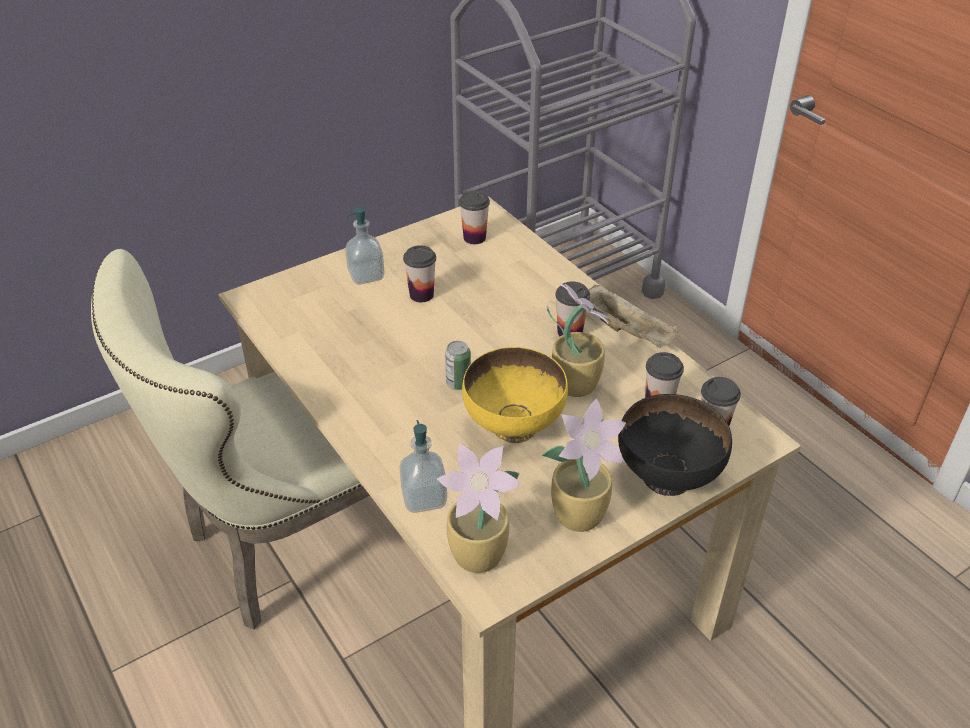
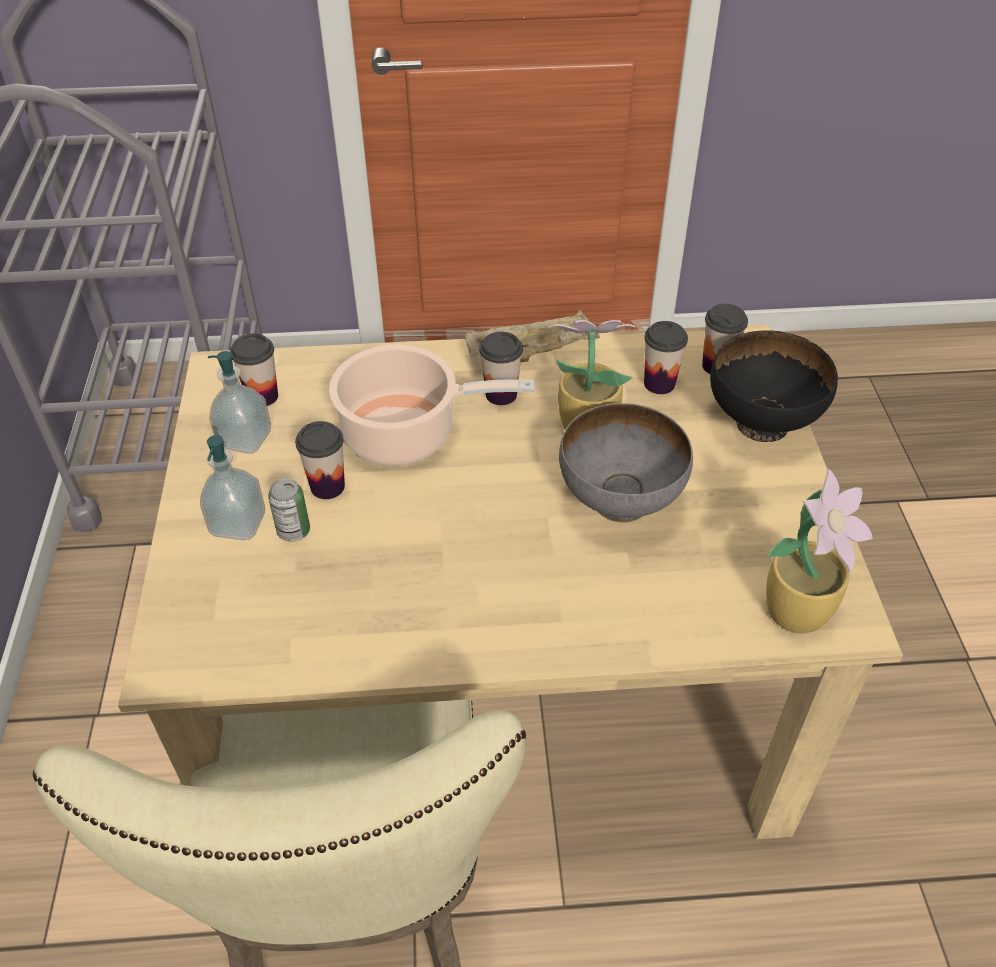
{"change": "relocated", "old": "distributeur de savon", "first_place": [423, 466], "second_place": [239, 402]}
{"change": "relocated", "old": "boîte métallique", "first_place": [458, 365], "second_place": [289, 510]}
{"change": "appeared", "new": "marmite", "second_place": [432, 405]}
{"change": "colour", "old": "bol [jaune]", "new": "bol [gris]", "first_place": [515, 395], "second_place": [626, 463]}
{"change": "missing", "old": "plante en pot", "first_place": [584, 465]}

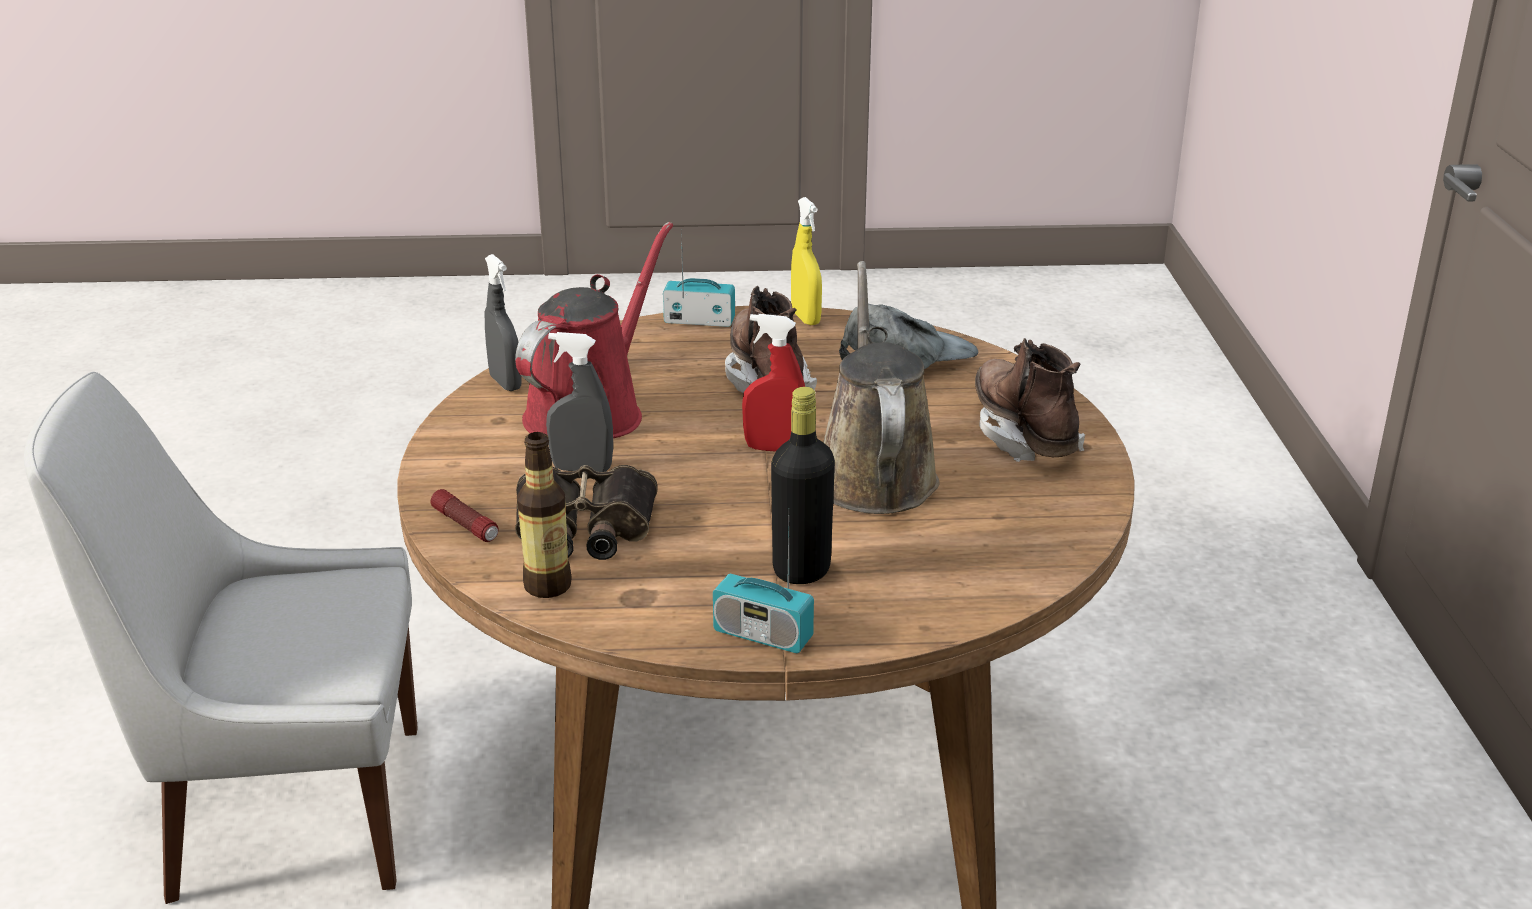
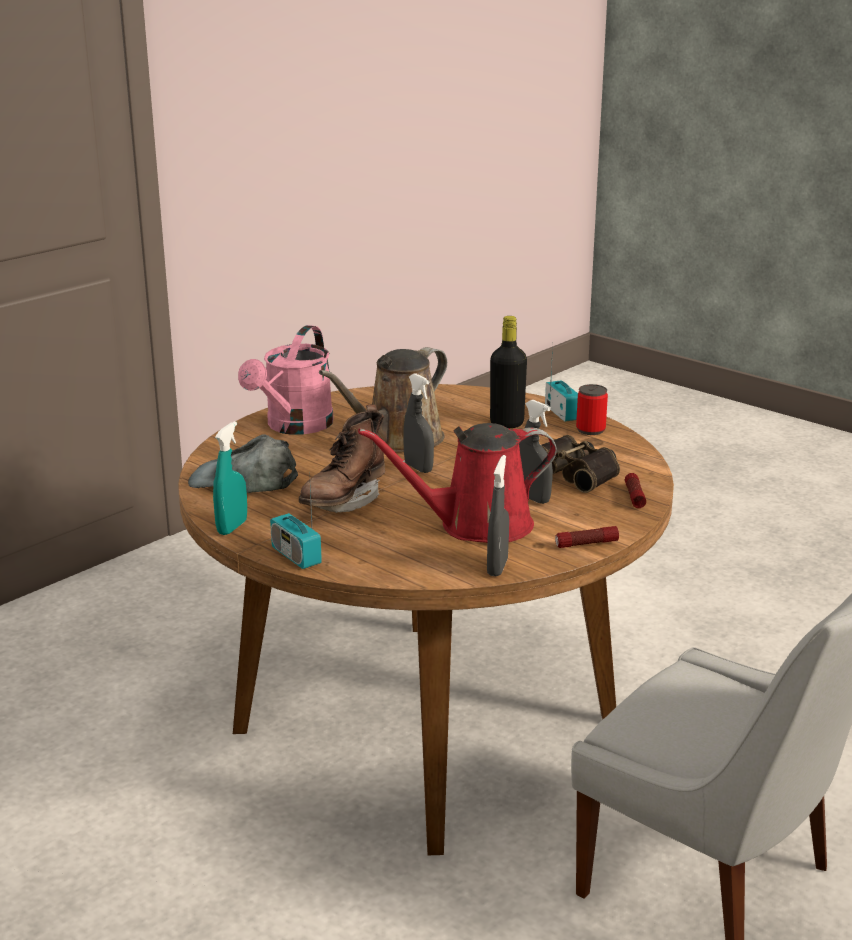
{"change": "colour", "old": "vaporisateur [jaune]", "new": "vaporisateur [turquoise]", "first_place": [806, 261], "second_place": [230, 478]}
{"change": "exchanged", "old": "botte [marron]", "new": "arrosoir [rose]", "first_place": [1030, 400], "second_place": [286, 379]}
{"change": "colour", "old": "vaporisateur [rouge]", "new": "vaporisateur [gris]", "first_place": [773, 383], "second_place": [418, 423]}
{"change": "appeared", "new": "lampe de poche", "second_place": [587, 537]}
{"change": "appeared", "new": "boîte métallique", "second_place": [592, 409]}
{"change": "missing", "old": "bouteille", "first_place": [544, 515]}

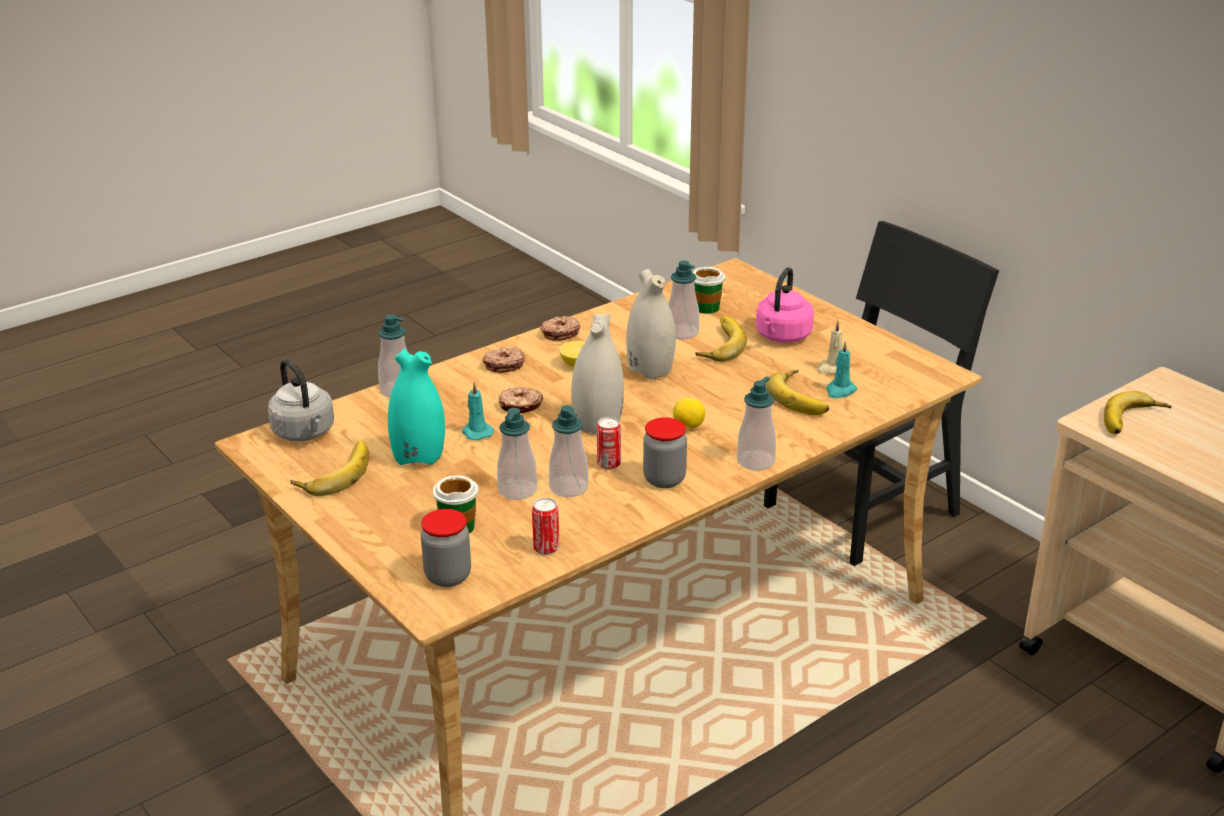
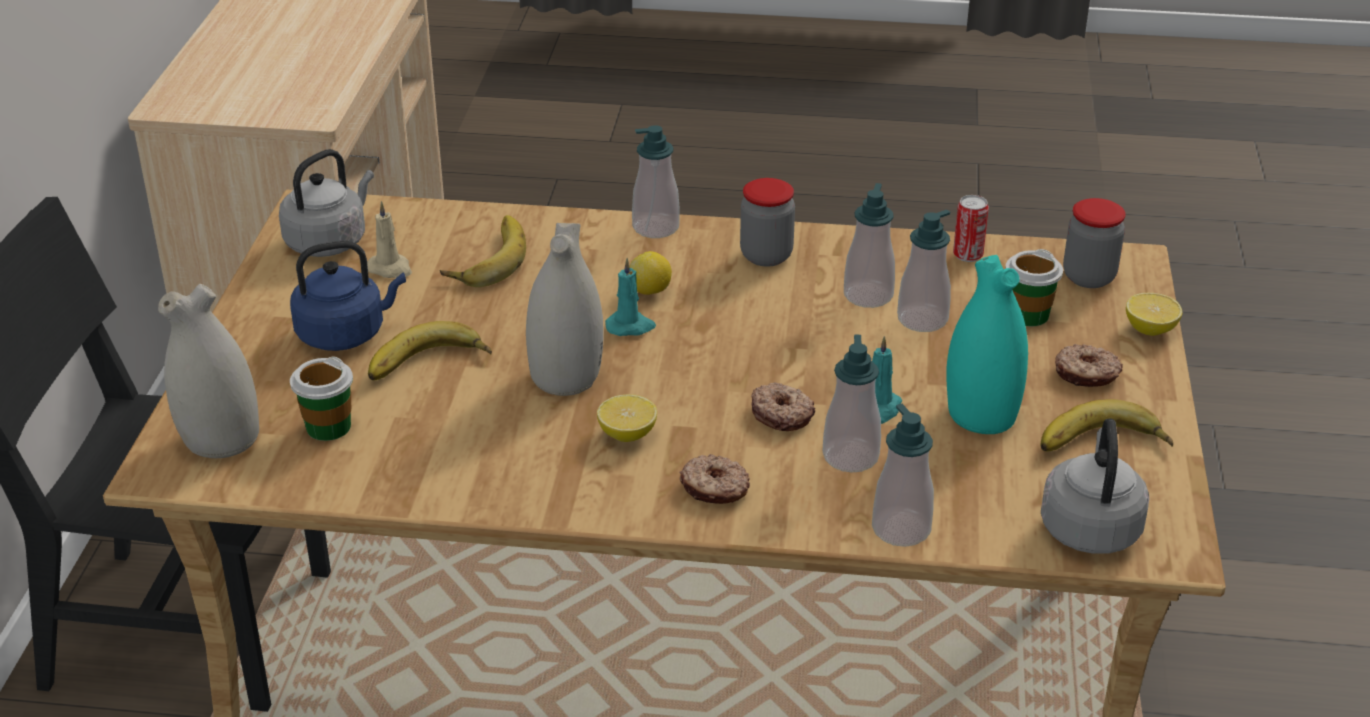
{"change": "relocated", "old": "vase [blanc]", "first_place": [597, 374], "second_place": [208, 371]}
{"change": "appeared", "new": "bouilloire [gris]", "second_place": [326, 203]}
{"change": "colour", "old": "bouilloire [rose]", "new": "bouilloire [bleu]", "first_place": [785, 305], "second_place": [348, 295]}
{"change": "relocated", "old": "bougie [turquoise]", "first_place": [841, 369], "second_place": [630, 297]}
{"change": "relocated", "old": "distributeur de savon", "first_place": [683, 300], "second_place": [852, 403]}
{"change": "relocated", "old": "beignet", "first_place": [560, 328], "second_place": [1089, 365]}
{"change": "appeared", "new": "citron", "second_place": [1154, 314]}
{"change": "missing", "old": "boîte métallique", "first_place": [609, 443]}
{"change": "missing", "old": "banane", "first_place": [1138, 412]}

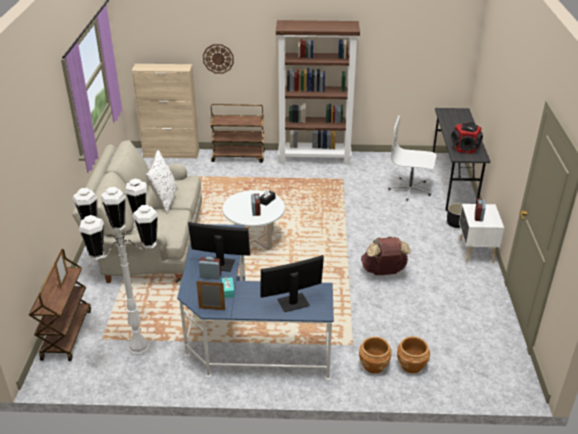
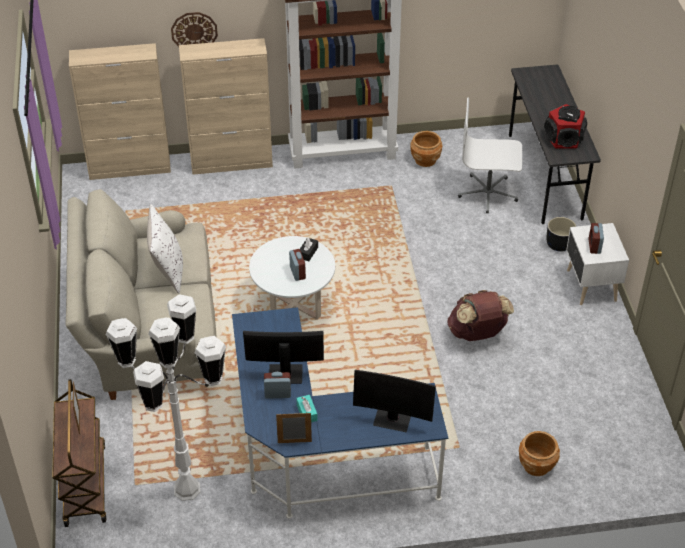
{"change": "exchanged", "old": "chariot [marron]", "new": "meuble de rangement [beige]", "first_place": [237, 133], "second_place": [226, 106]}
{"change": "spun", "old": "écran d'ordinateur", "first_place": [292, 283], "second_place": [394, 401], "degrees": -135}
{"change": "relocated", "old": "cache-pot [marron]", "first_place": [375, 355], "second_place": [426, 149]}

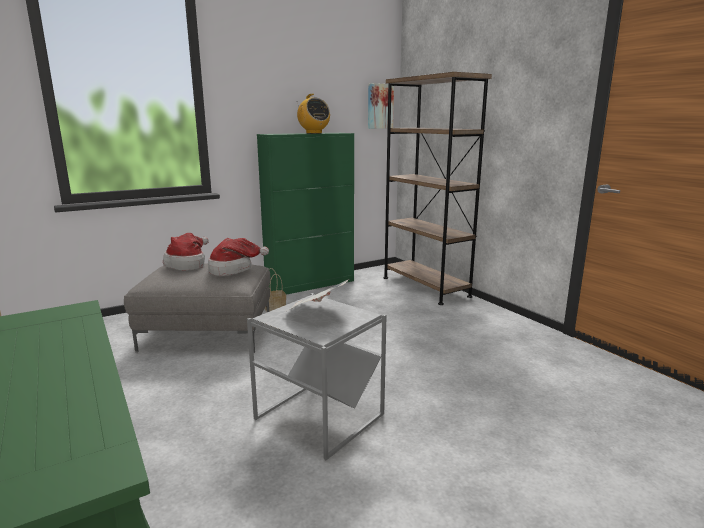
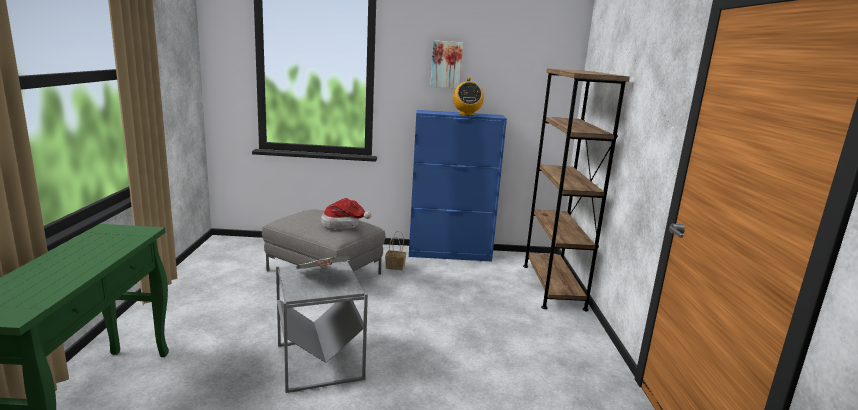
{"change": "colour", "old": "meuble de rangement [vert]", "new": "meuble de rangement [bleu]", "first_place": [305, 214], "second_place": [458, 186]}
{"change": "relocated", "old": "tableau", "first_place": [381, 106], "second_place": [446, 64]}
{"change": "missing", "old": "chapeau", "first_place": [186, 252]}

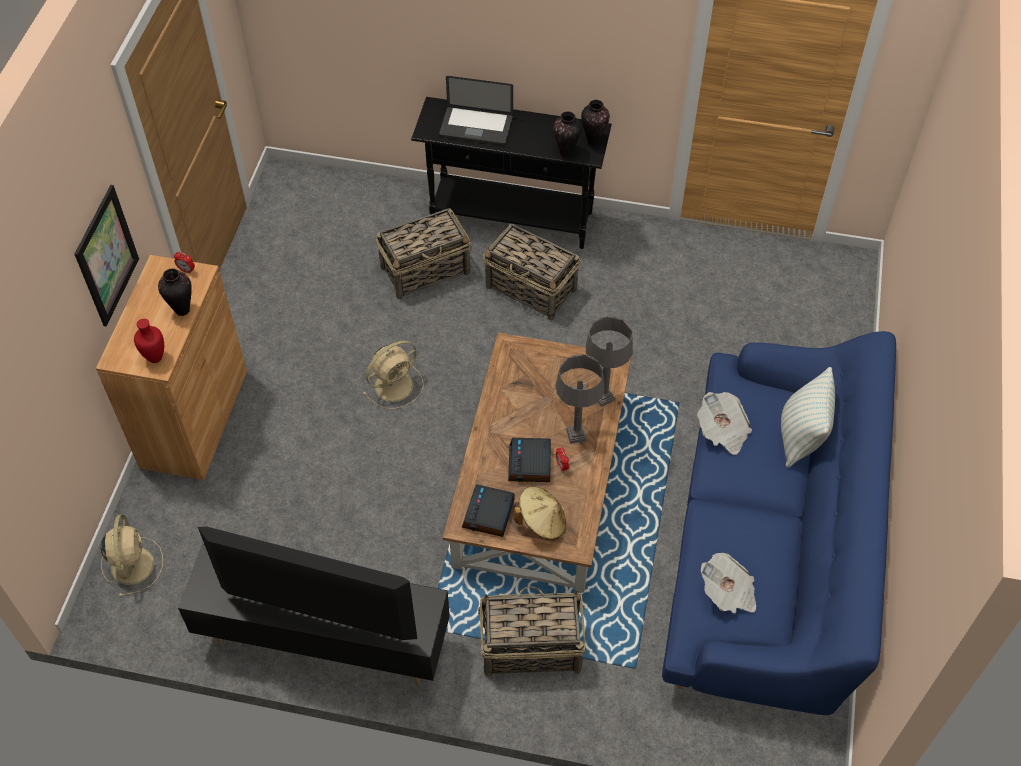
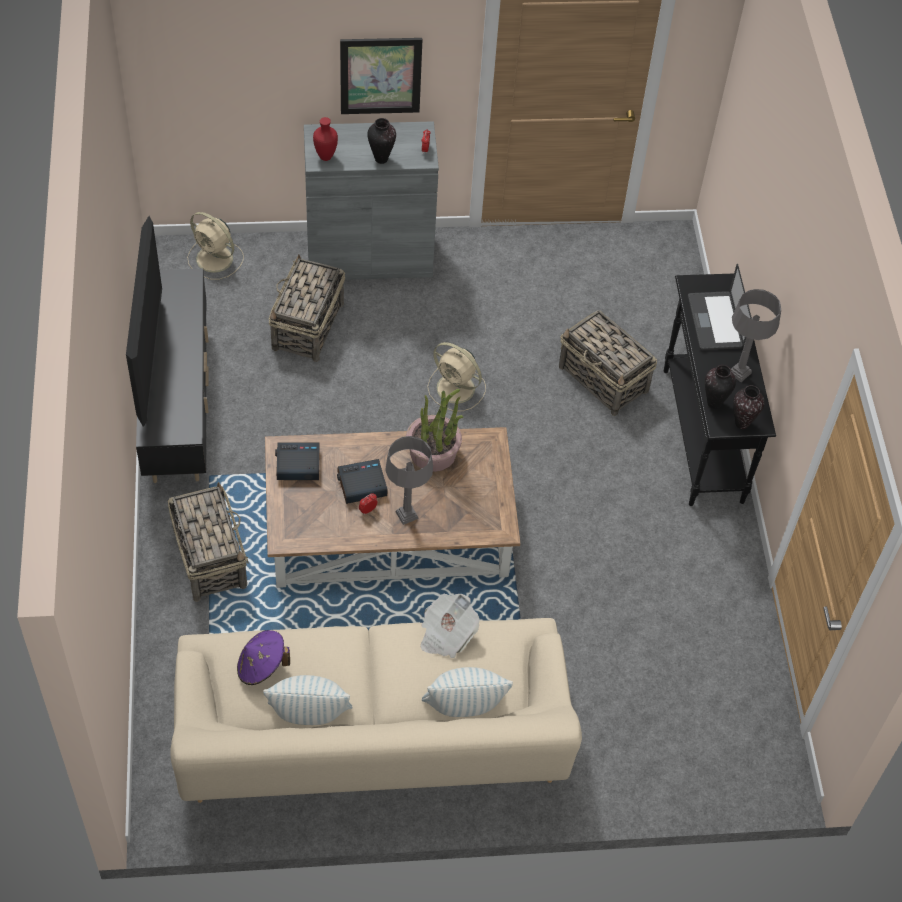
{"change": "colour", "old": "canapé [bleu]", "new": "canapé [beige]", "first_place": [779, 523], "second_place": [376, 710]}
{"change": "spun", "old": "ventilateur [beige]", "first_place": [132, 555], "second_place": [215, 246], "degrees": 60}
{"change": "exchanged", "old": "journal", "new": "chapeau [violet]", "first_place": [728, 583], "second_place": [263, 657]}
{"change": "appeared", "new": "coussin", "second_place": [308, 700]}
{"change": "relocated", "old": "panier", "first_place": [531, 272], "second_place": [307, 308]}
{"change": "colour", "old": "meuble de rangement [marron]", "new": "meuble de rangement [gris]", "first_place": [171, 367], "second_place": [371, 200]}
{"change": "appeared", "new": "plante en pot", "second_place": [434, 430]}
{"change": "relocated", "old": "lampe de table [gris]", "first_place": [609, 361], "second_place": [756, 335]}
{"change": "missing", "old": "chapeau [beige]", "first_place": [540, 513]}

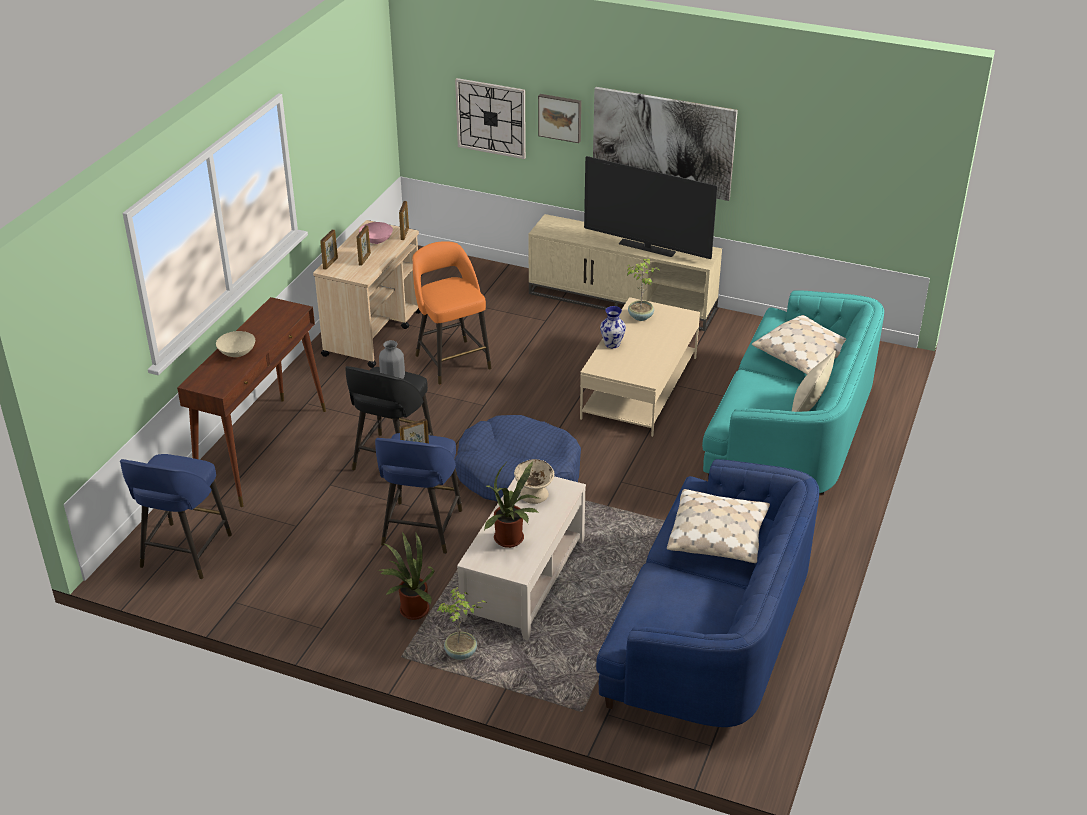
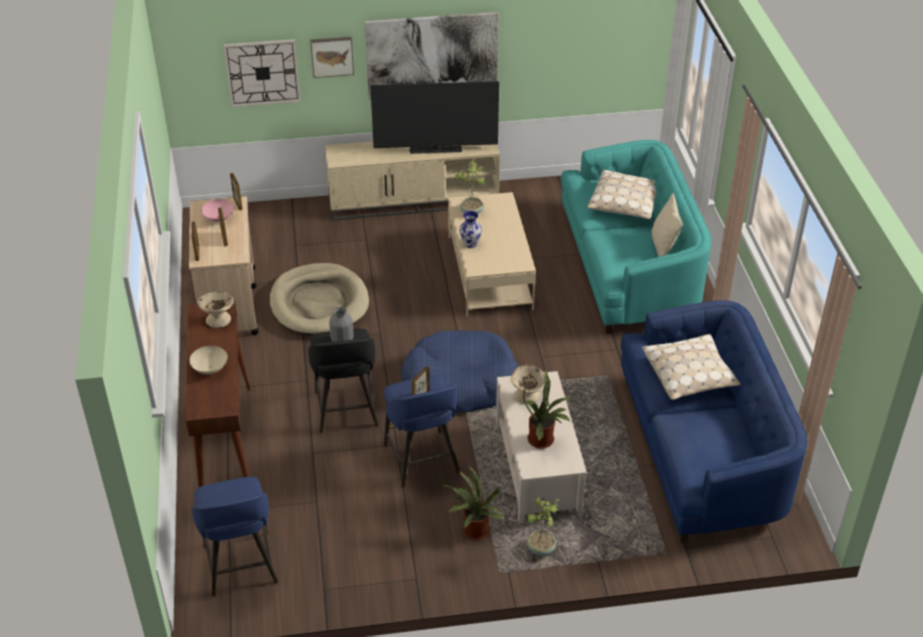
{"change": "appeared", "new": "bol [beige]", "second_place": [216, 310]}
{"change": "exchanged", "old": "tabouret [orange]", "new": "panier pour chien [beige]", "first_place": [452, 313], "second_place": [319, 299]}

